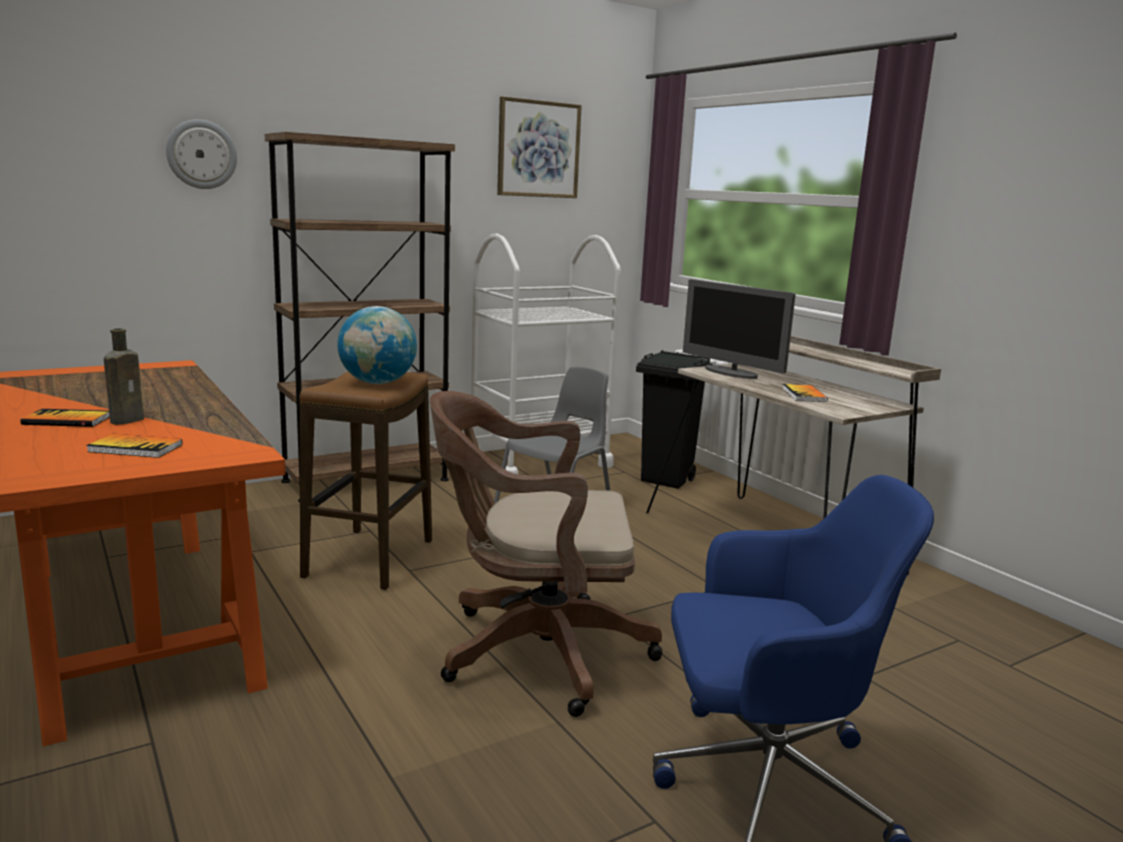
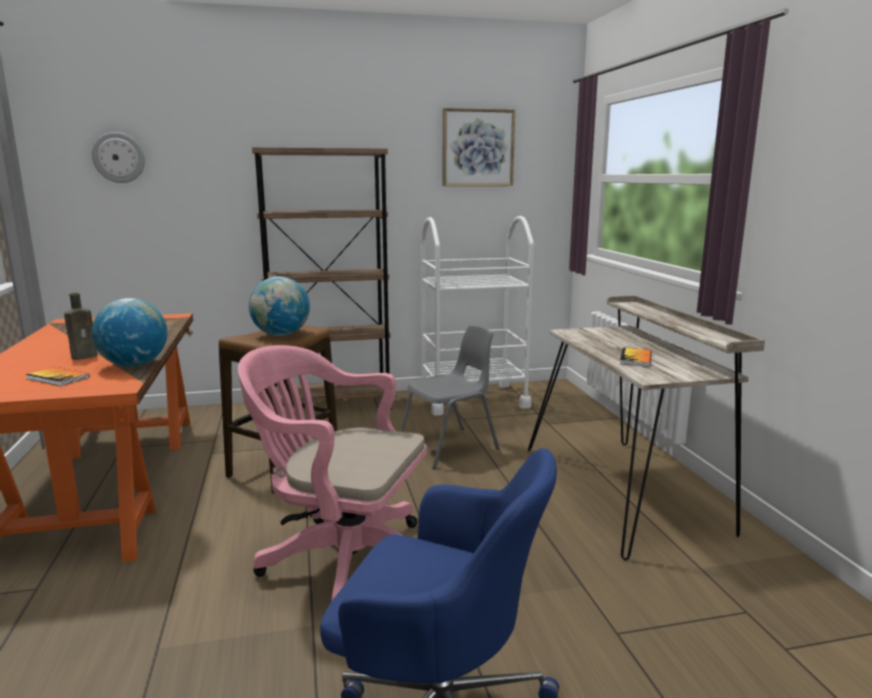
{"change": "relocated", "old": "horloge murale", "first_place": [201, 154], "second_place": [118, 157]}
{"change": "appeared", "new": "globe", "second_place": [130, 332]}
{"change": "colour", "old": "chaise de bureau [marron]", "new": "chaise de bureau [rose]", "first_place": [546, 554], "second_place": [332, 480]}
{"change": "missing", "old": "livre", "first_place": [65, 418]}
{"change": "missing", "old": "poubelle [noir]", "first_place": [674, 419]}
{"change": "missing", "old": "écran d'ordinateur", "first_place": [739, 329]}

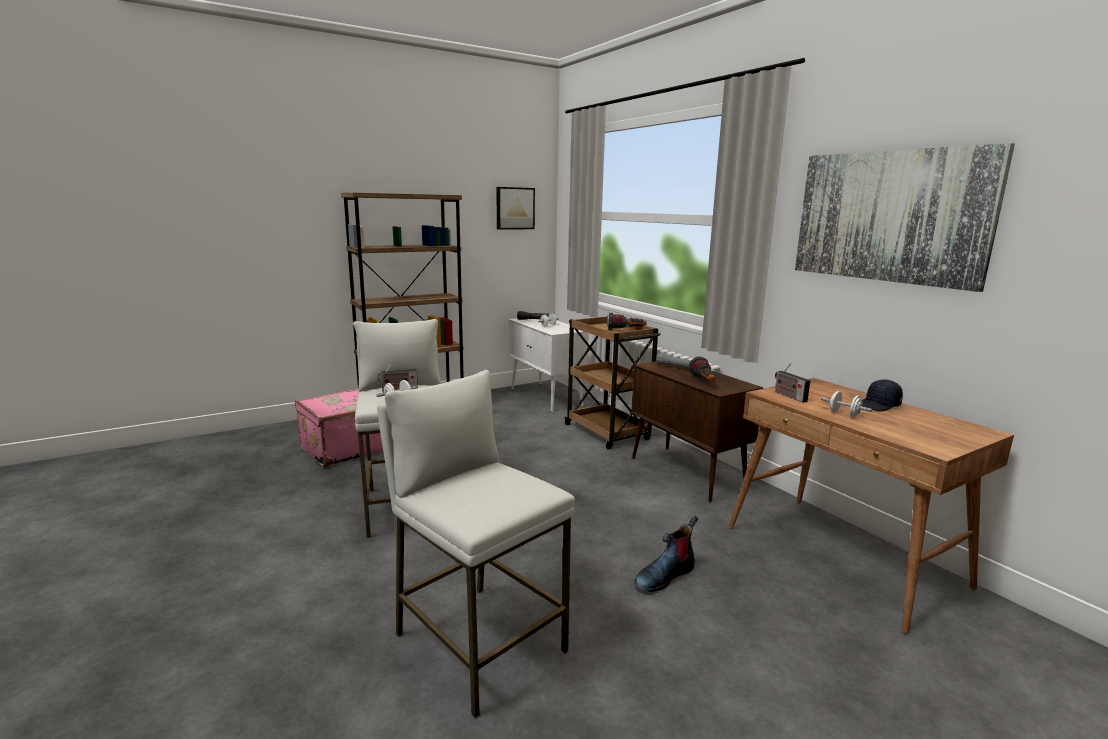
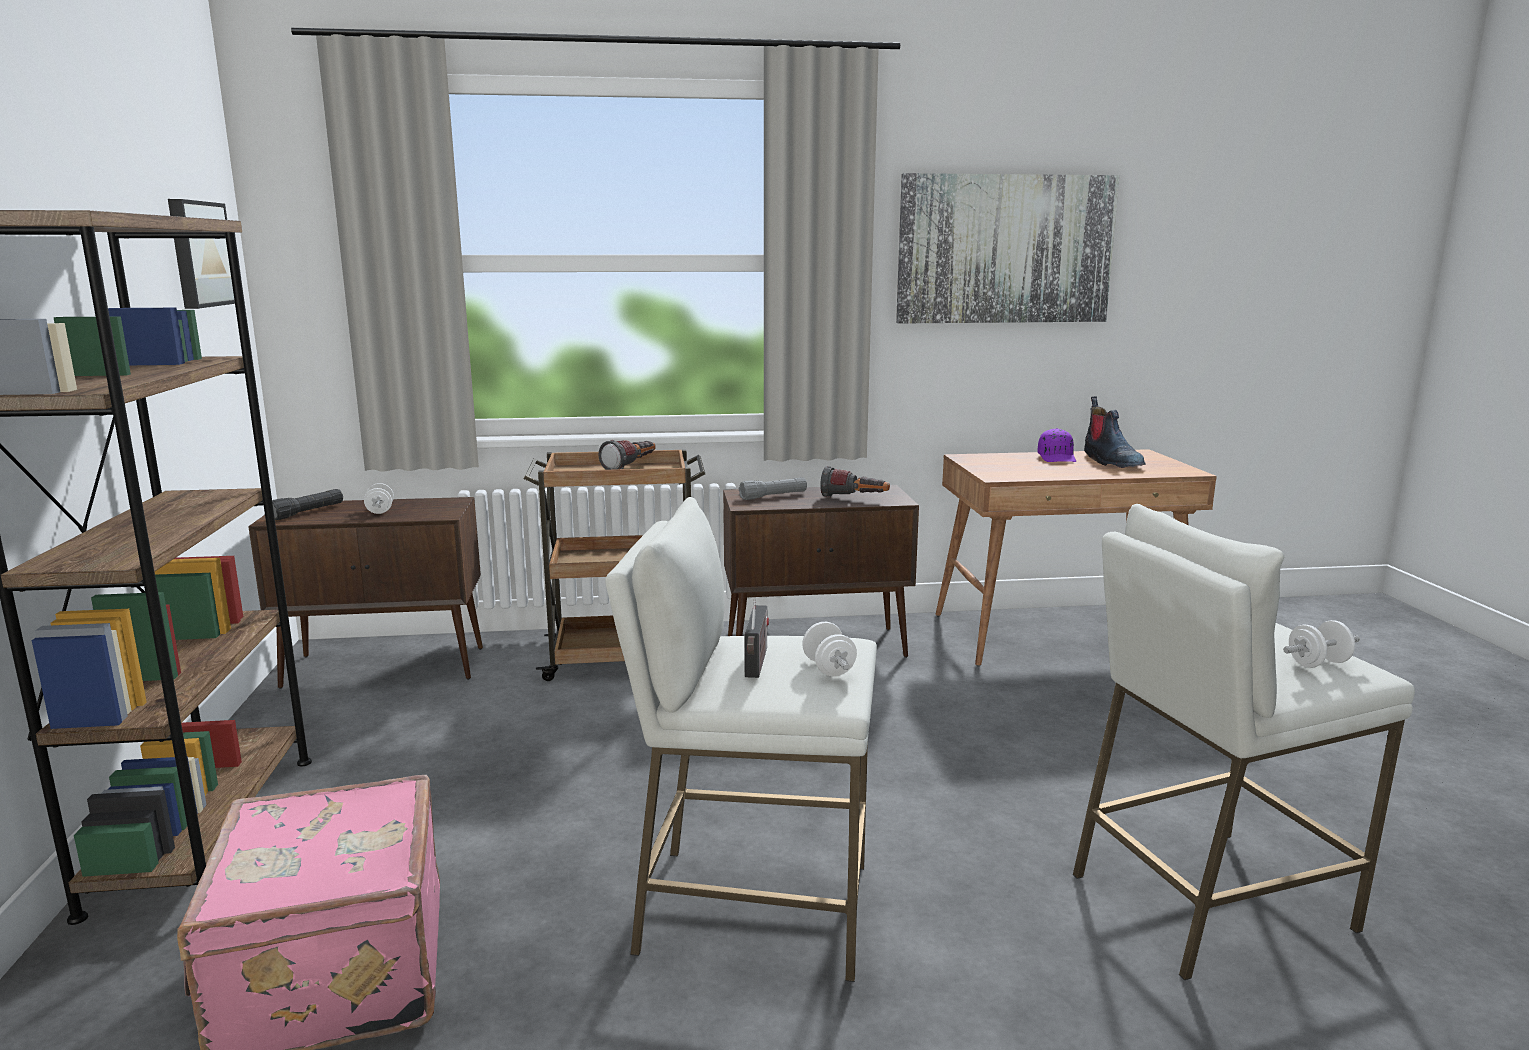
{"change": "colour", "old": "meuble de rangement [blanc]", "new": "meuble de rangement [marron]", "first_place": [549, 365], "second_place": [365, 593]}
{"change": "colour", "old": "casquette [noir]", "new": "casquette [violet]", "first_place": [882, 396], "second_place": [1057, 445]}
{"change": "relocated", "old": "botte", "first_place": [666, 554], "second_place": [1114, 432]}
{"change": "relocated", "old": "haltère [blanc]", "first_place": [846, 404], "second_place": [1321, 644]}
{"change": "missing", "old": "radio", "first_place": [792, 383]}

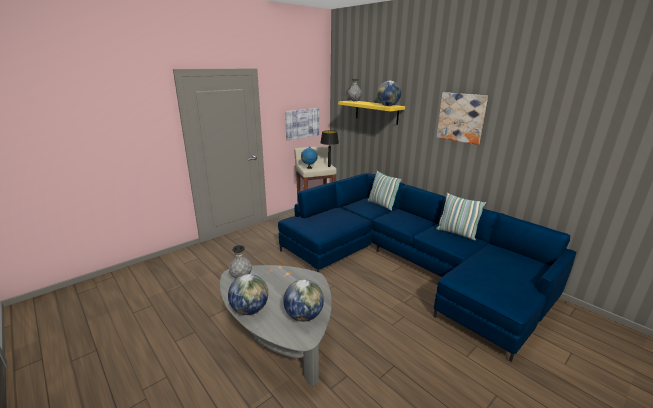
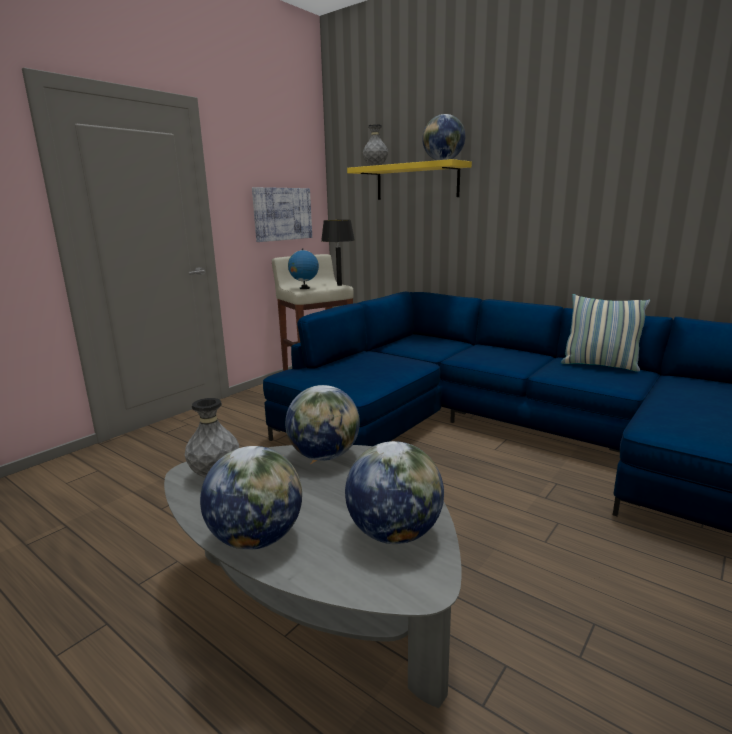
{"change": "appeared", "new": "globe", "second_place": [322, 423]}
{"change": "missing", "old": "coussin", "first_place": [384, 191]}
{"change": "missing", "old": "tableau", "first_place": [462, 118]}

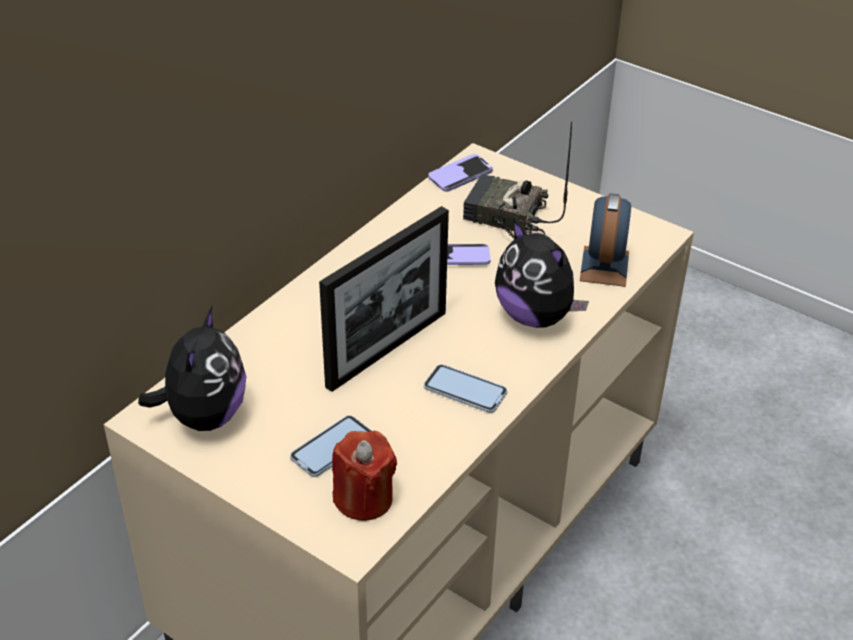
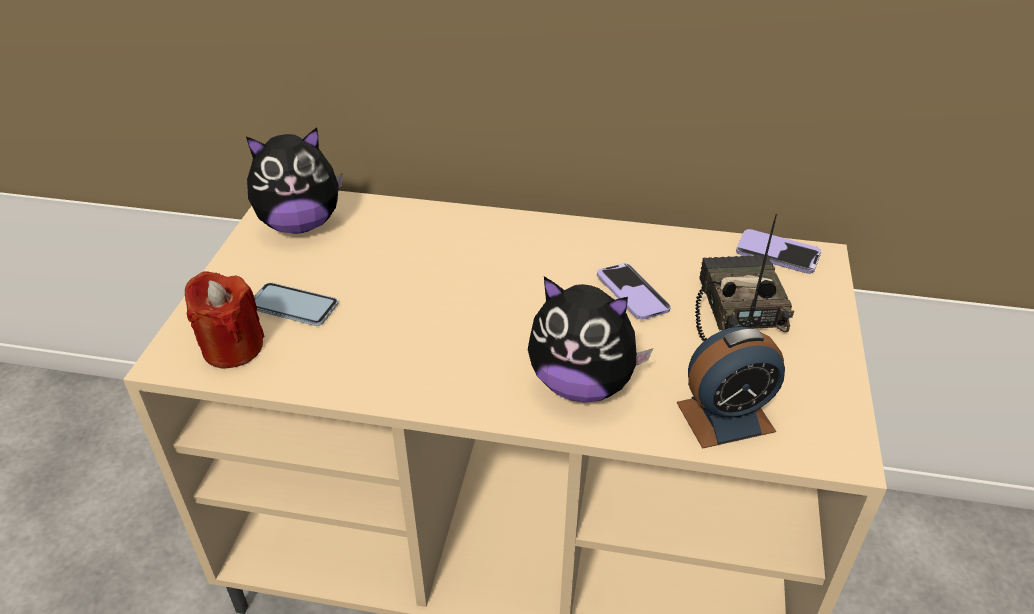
{"change": "spun", "old": "peluche", "first_place": [542, 273], "second_place": [590, 339], "degrees": -90}
{"change": "missing", "old": "cadre photo", "first_place": [384, 299]}
{"change": "missing", "old": "téléphone", "first_place": [465, 388]}

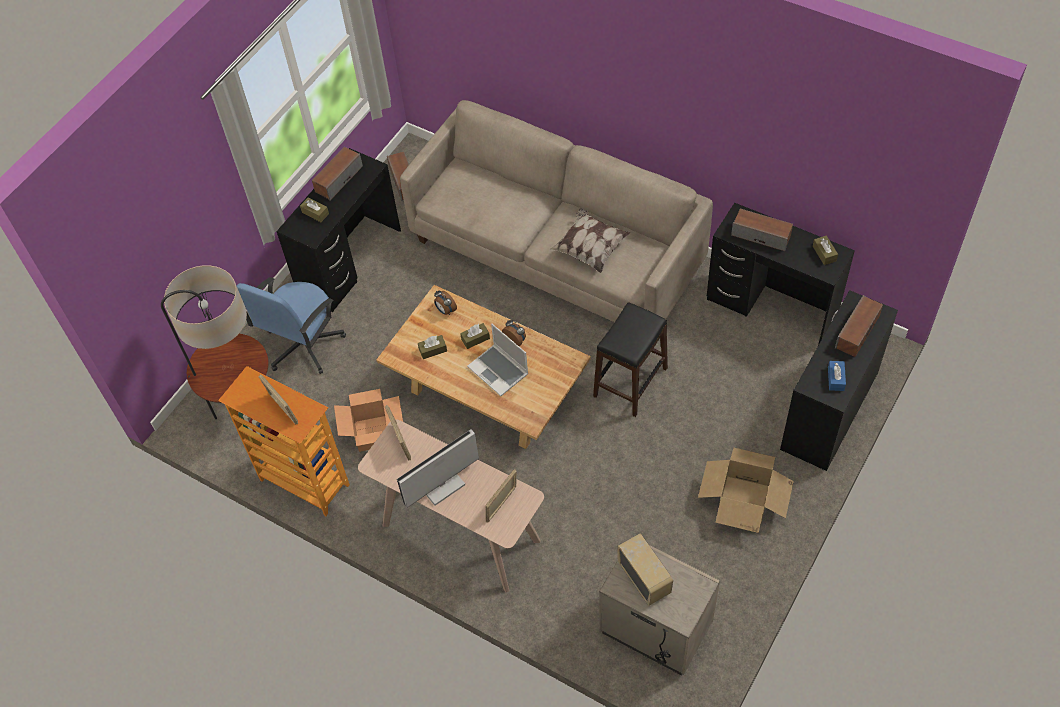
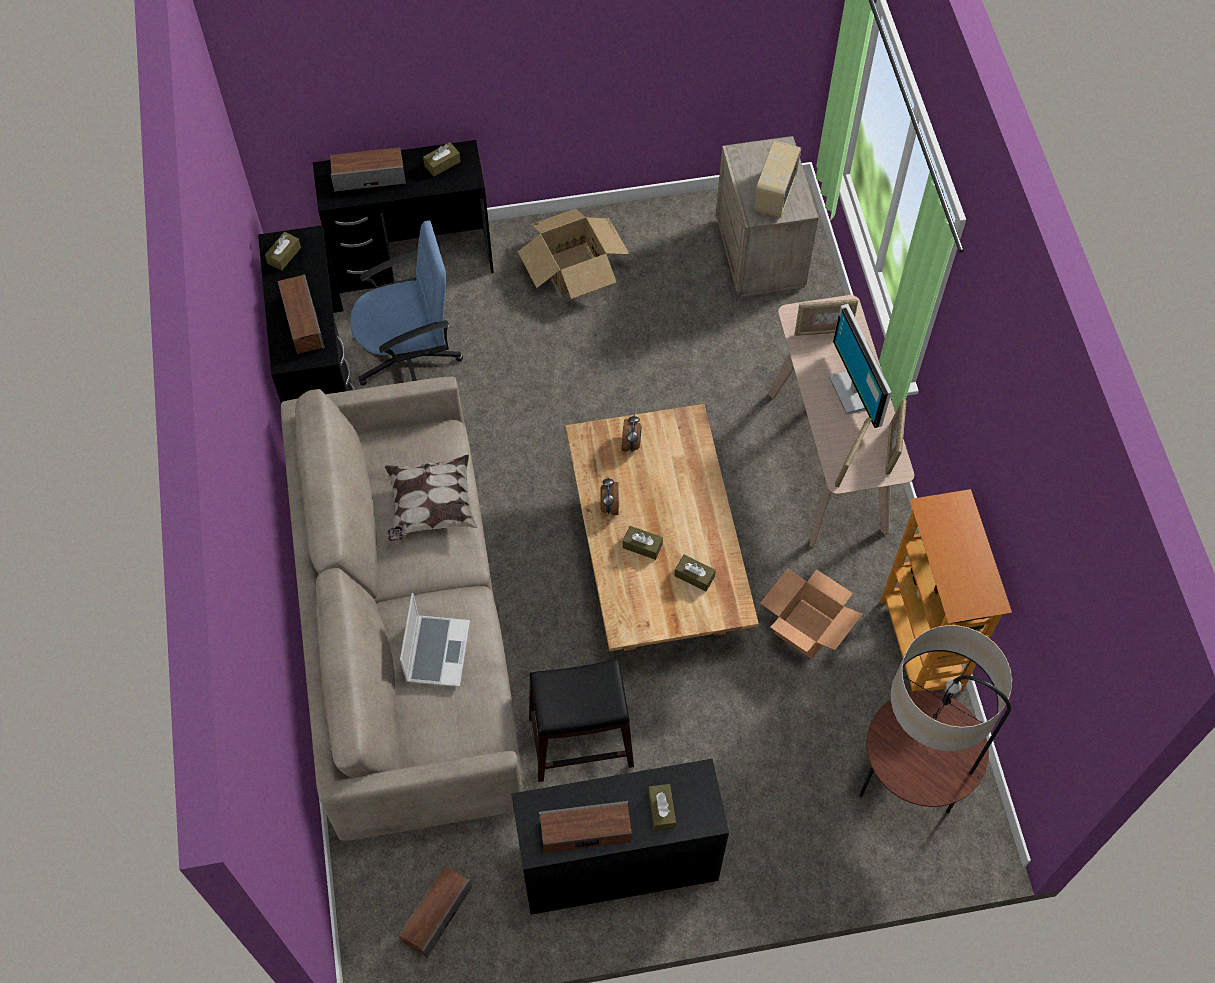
{"change": "relocated", "old": "chaise de bureau [bleu]", "first_place": [291, 325], "second_place": [406, 303]}
{"change": "relocated", "old": "ordinateur portable", "first_place": [497, 359], "second_place": [435, 640]}
{"change": "colour", "old": "boîte à mouchoirs [bleu]", "new": "boîte à mouchoirs [marron]", "first_place": [837, 376], "second_place": [442, 159]}
{"change": "relocated", "old": "tabouret [noir]", "first_place": [630, 359], "second_place": [581, 720]}
{"change": "relocated", "old": "réveil", "first_place": [445, 303], "second_place": [631, 433]}
{"change": "spun", "old": "écran d'ordinateur", "first_place": [438, 469], "second_place": [860, 366], "degrees": 60}
{"change": "relocated", "old": "cadre photo", "first_place": [278, 400], "second_place": [896, 437]}

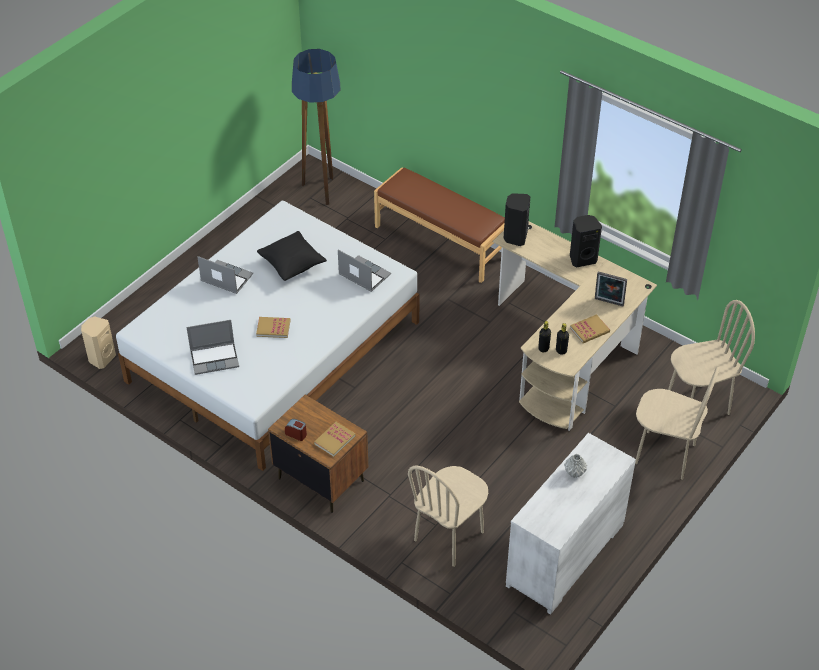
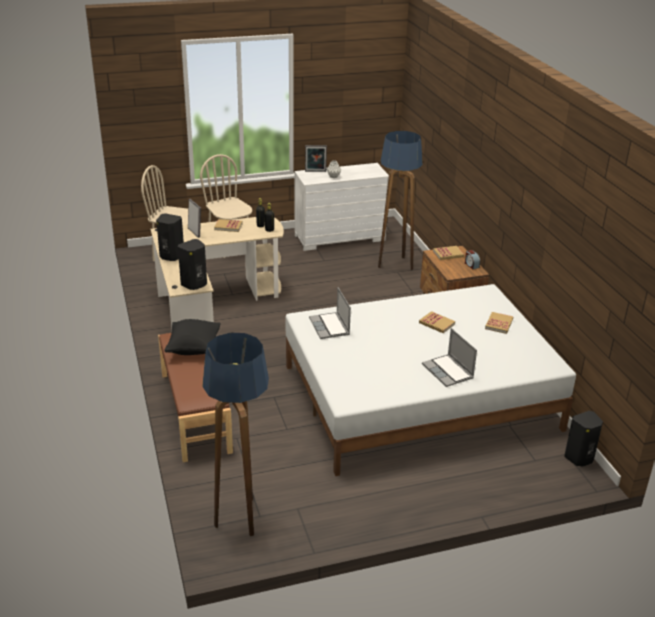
{"change": "relocated", "old": "coussin [noir]", "first_place": [292, 256], "second_place": [193, 337]}
{"change": "appeared", "new": "cadre photo", "second_place": [316, 158]}
{"change": "exchanged", "old": "chaise [beige]", "new": "lampadaire", "first_place": [448, 516], "second_place": [400, 200]}
{"change": "exchanged", "old": "ordinateur portable", "new": "livre", "first_place": [213, 347], "second_place": [499, 323]}
{"change": "colour", "old": "enceinte [beige]", "new": "enceinte [noir]", "first_place": [98, 342], "second_place": [584, 438]}

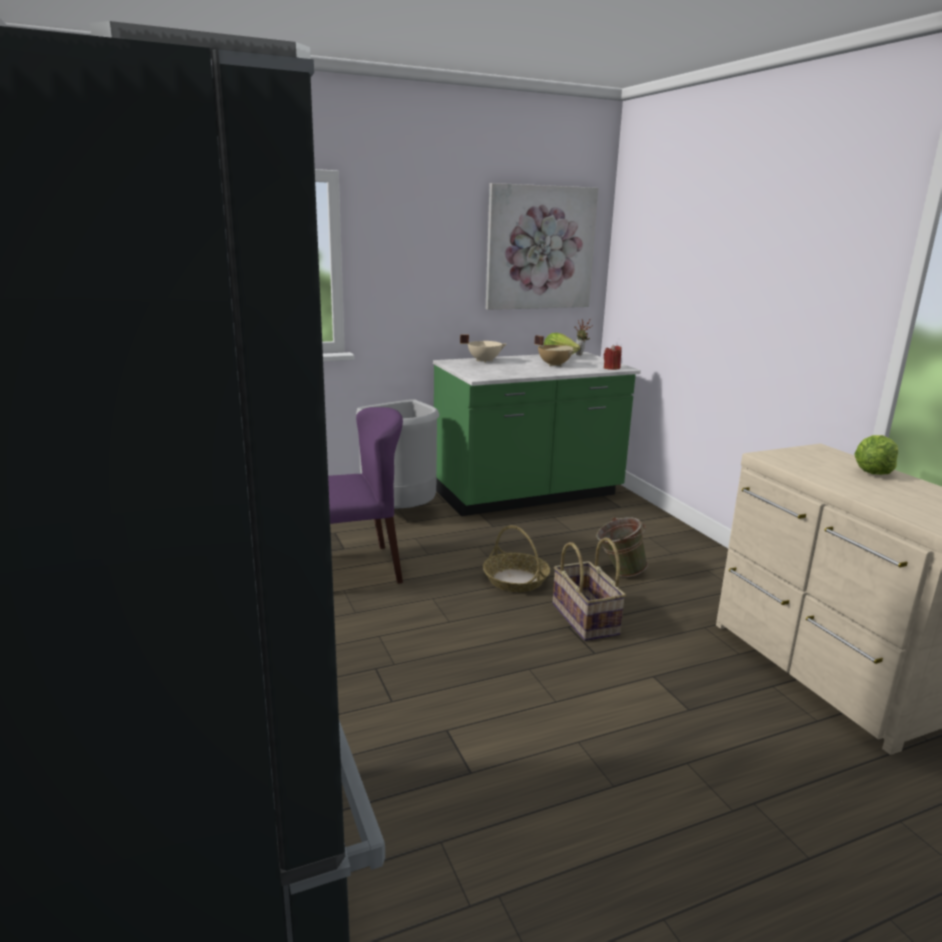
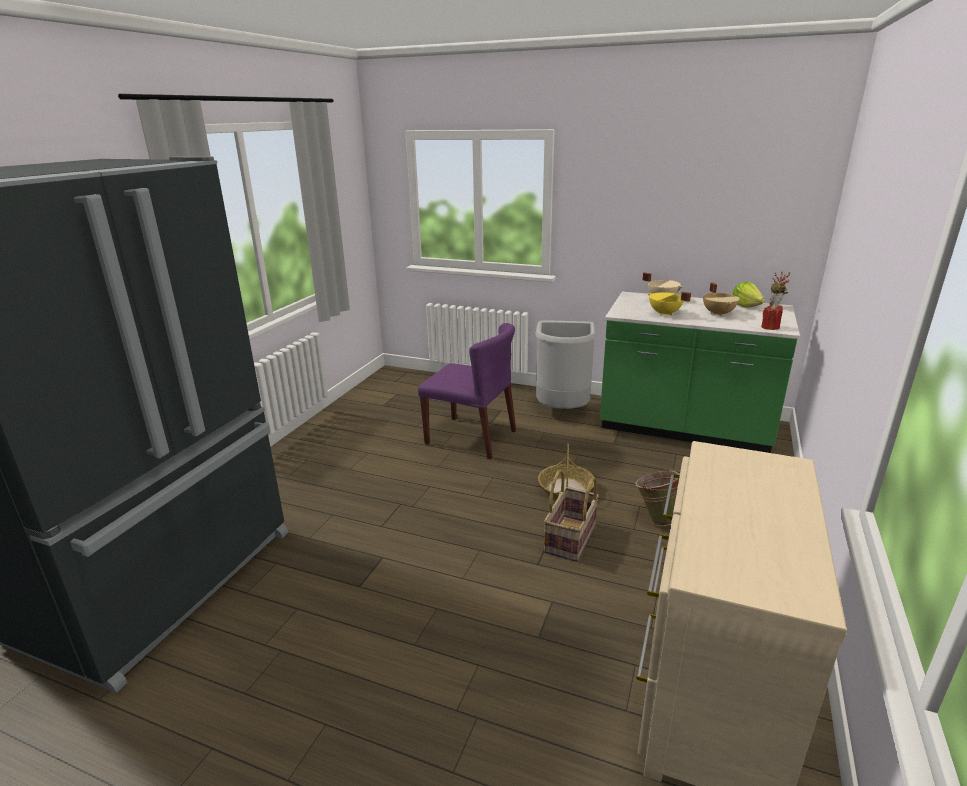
{"change": "appeared", "new": "marmite [jaune]", "second_place": [669, 303]}
{"change": "missing", "old": "tableau", "first_place": [542, 246]}
{"change": "missing", "old": "laitue", "first_place": [876, 455]}

